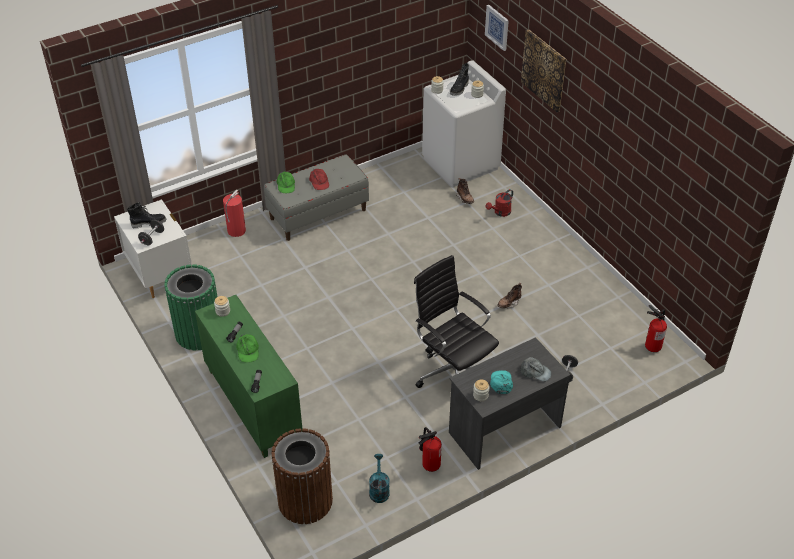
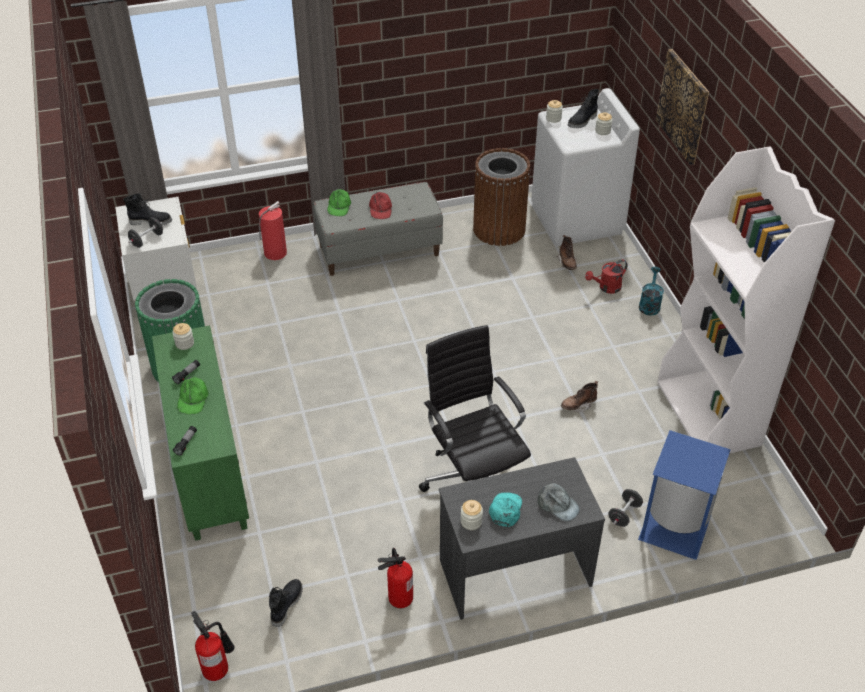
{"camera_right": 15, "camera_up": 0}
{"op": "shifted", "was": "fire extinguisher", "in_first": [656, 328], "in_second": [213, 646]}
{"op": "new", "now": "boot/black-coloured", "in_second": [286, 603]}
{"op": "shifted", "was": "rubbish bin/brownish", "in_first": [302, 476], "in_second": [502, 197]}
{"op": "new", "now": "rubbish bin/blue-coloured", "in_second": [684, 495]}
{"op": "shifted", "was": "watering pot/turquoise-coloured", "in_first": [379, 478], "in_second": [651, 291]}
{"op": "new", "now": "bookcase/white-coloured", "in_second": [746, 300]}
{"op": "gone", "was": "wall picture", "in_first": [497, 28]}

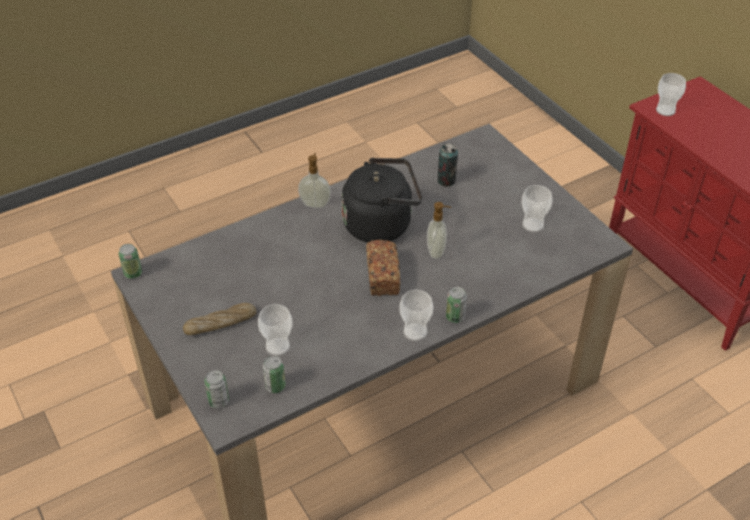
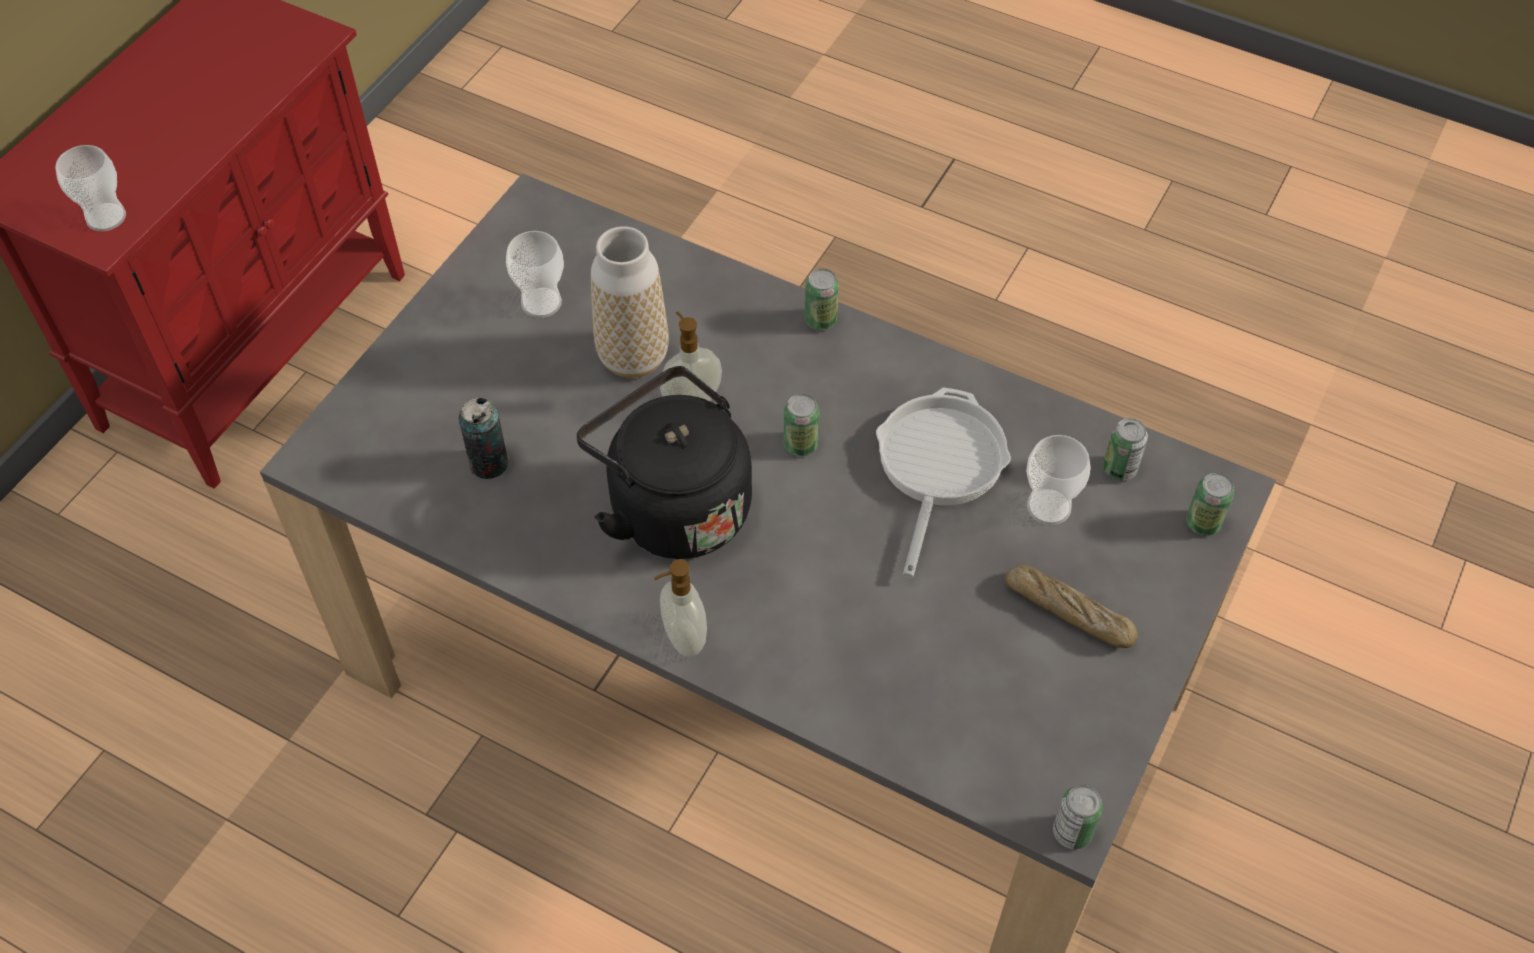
{"camera_right": -120, "camera_up": 10}
{"op": "new", "now": "vase", "in_second": [630, 302]}
{"op": "swapped", "was": "bread", "now": "sealed can", "in_first": [383, 268], "in_second": [801, 425]}
{"op": "new", "now": "pan", "in_second": [943, 482]}
{"op": "gone", "was": "cup", "in_first": [416, 315]}

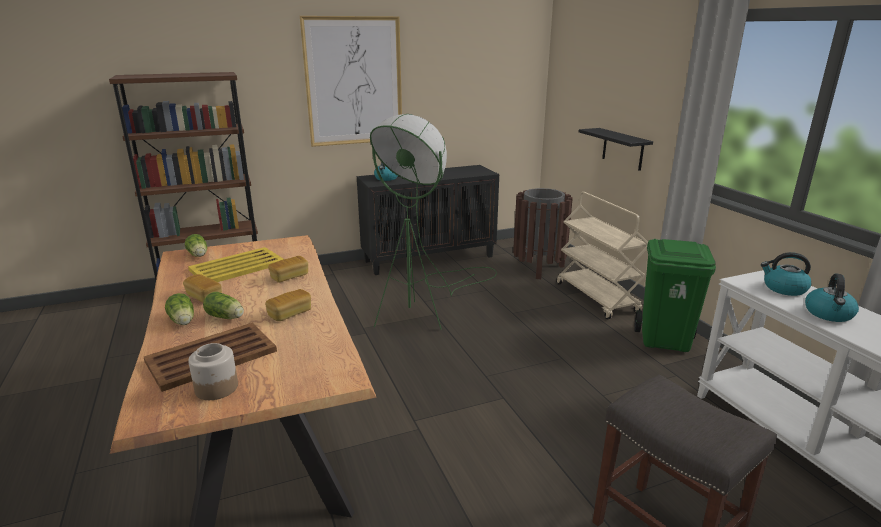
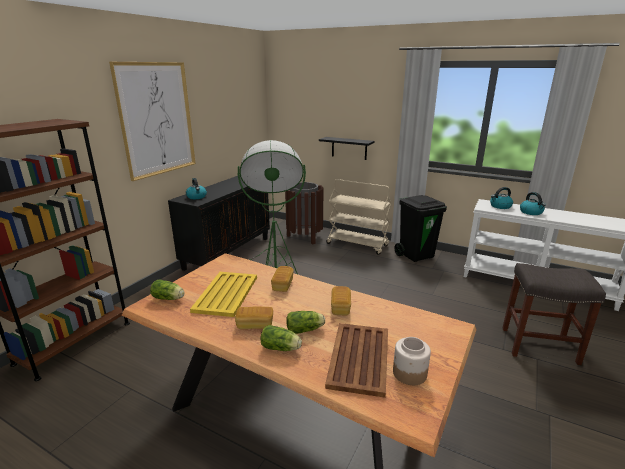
{"camera_right": -40, "camera_up": 0}
{"op": "repainted", "was": "rubbish bin/green-coloured", "now": "rubbish bin/black-coloured", "in_first": [675, 295], "in_second": [420, 228]}

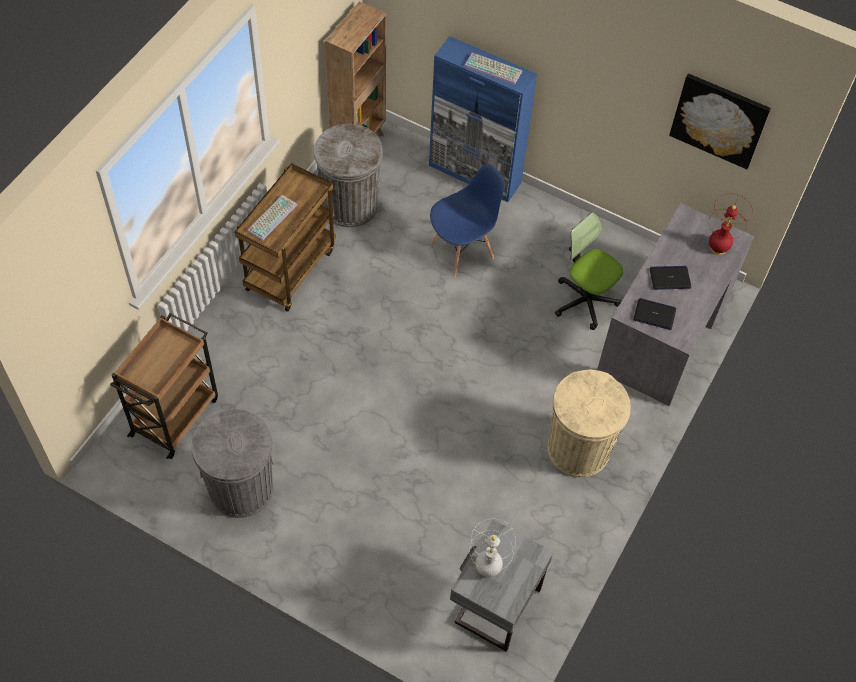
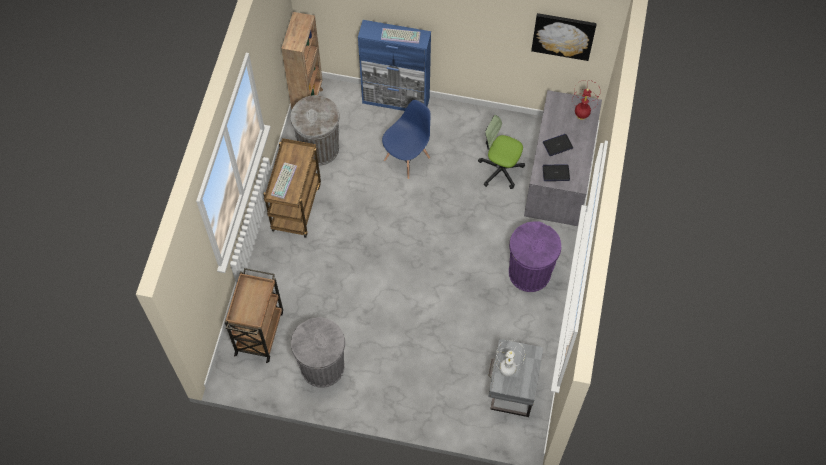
{"camera_right": -15, "camera_up": 5}
{"op": "repainted", "was": "rubbish bin/sand-coloured", "now": "rubbish bin/purple", "in_first": [589, 423], "in_second": [535, 256]}

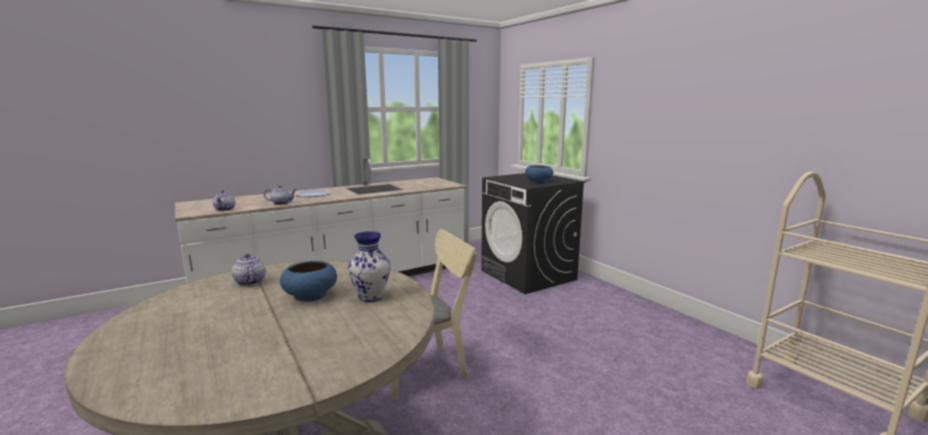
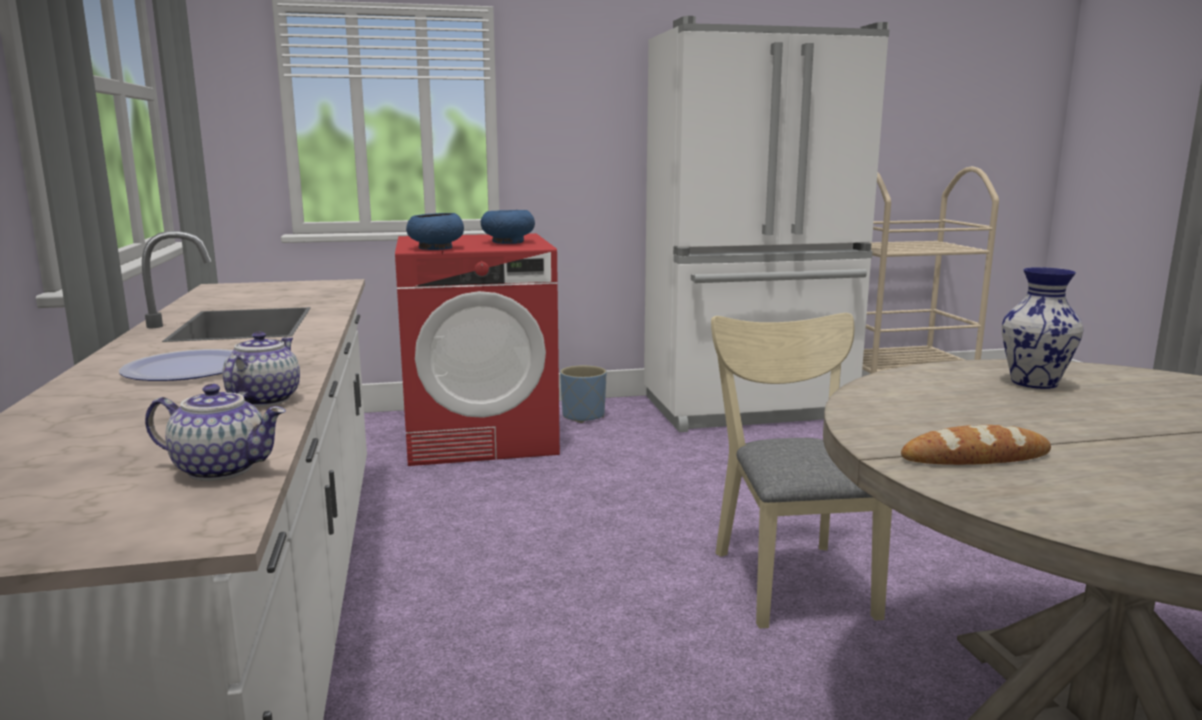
{"camera_right": -70, "camera_up": 0}
{"op": "repainted", "was": "washing machine/black-coloured", "now": "washing machine/red", "in_first": [533, 233], "in_second": [477, 349]}
{"op": "shifted", "was": "bowl/blue-coloured", "in_first": [308, 281], "in_second": [435, 231]}
{"op": "new", "now": "plant pot/blue-coloured", "in_second": [583, 394]}
{"op": "new", "now": "fridge/white-coloured", "in_second": [767, 224]}
{"op": "swapped", "was": "pot for tea", "now": "bread", "in_first": [249, 270], "in_second": [976, 445]}

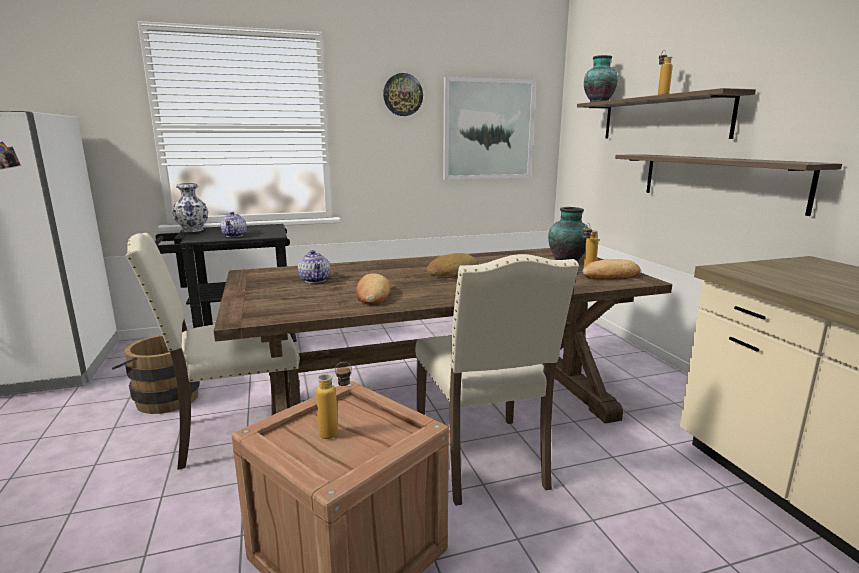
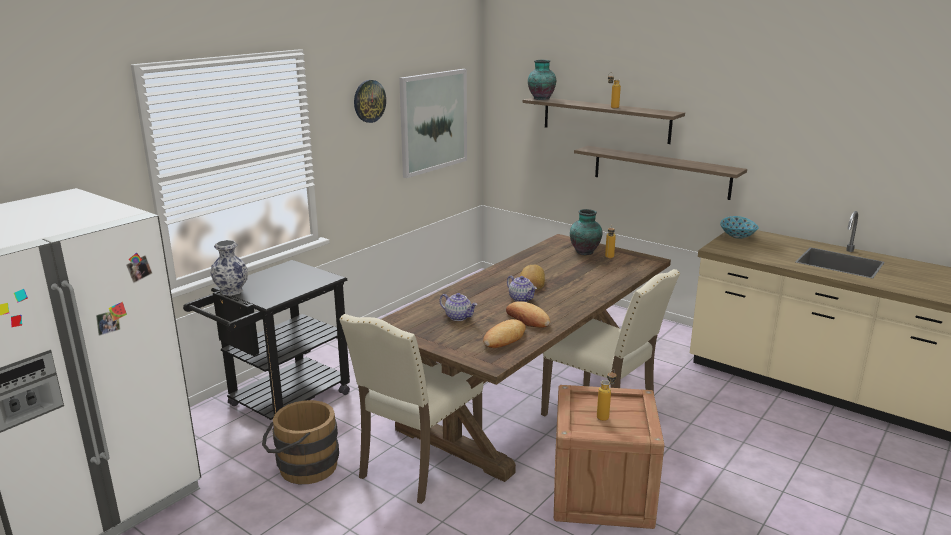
{"camera_right": -35, "camera_up": 5}
{"op": "shifted", "was": "bread", "in_first": [611, 269], "in_second": [504, 333]}
{"op": "shifted", "was": "pot for tea", "in_first": [234, 224], "in_second": [522, 289]}
{"op": "new", "now": "bowl", "in_second": [739, 227]}

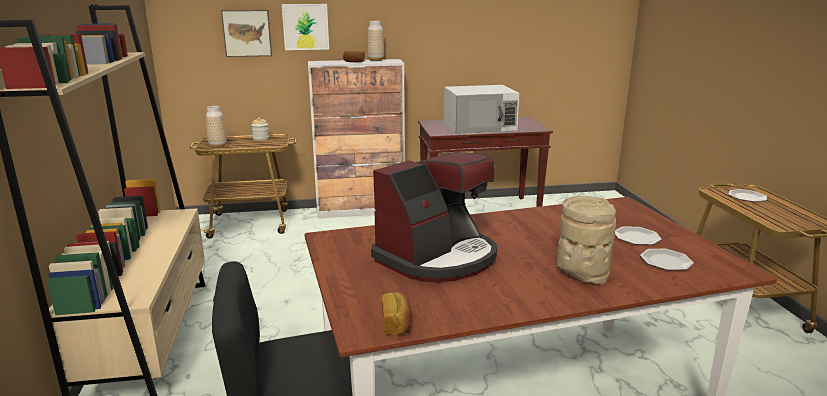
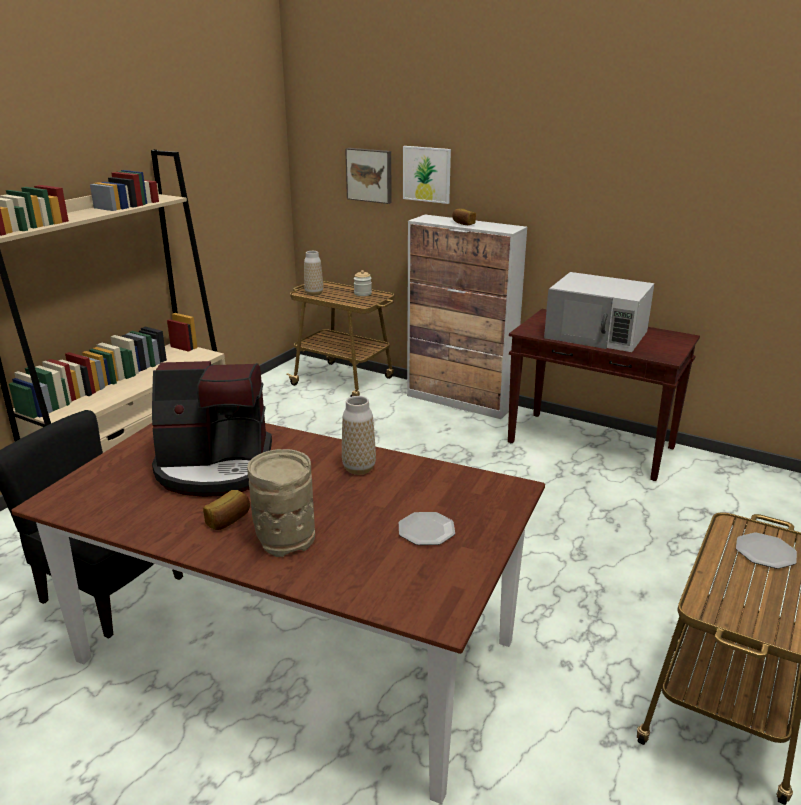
{"camera_right": 40, "camera_up": 5}
{"op": "shifted", "was": "bread", "in_first": [397, 314], "in_second": [226, 510]}
{"op": "shifted", "was": "vase", "in_first": [375, 41], "in_second": [359, 435]}
{"op": "gone", "was": "plate", "in_first": [667, 259]}

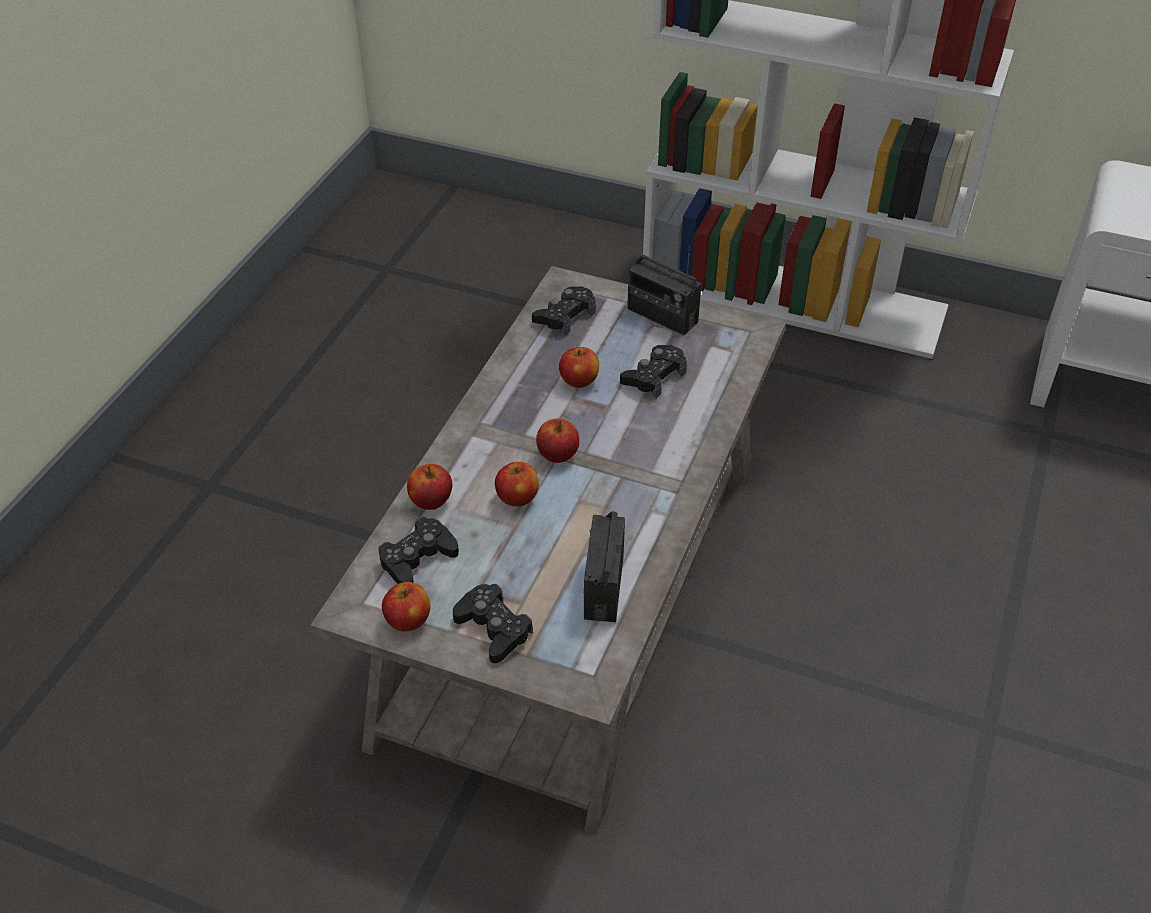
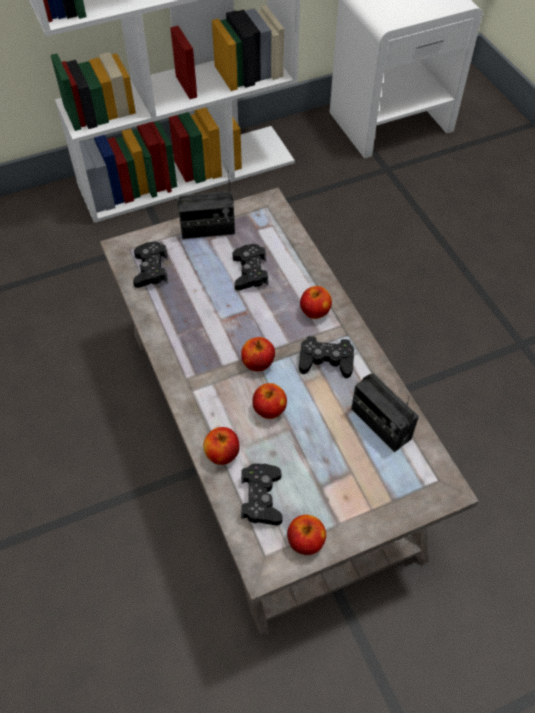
{"camera_right": -45, "camera_up": 10}
{"op": "shifted", "was": "gamepad/black-coloured", "in_first": [493, 623], "in_second": [326, 357]}
{"op": "shifted", "was": "apple", "in_first": [579, 367], "in_second": [316, 302]}

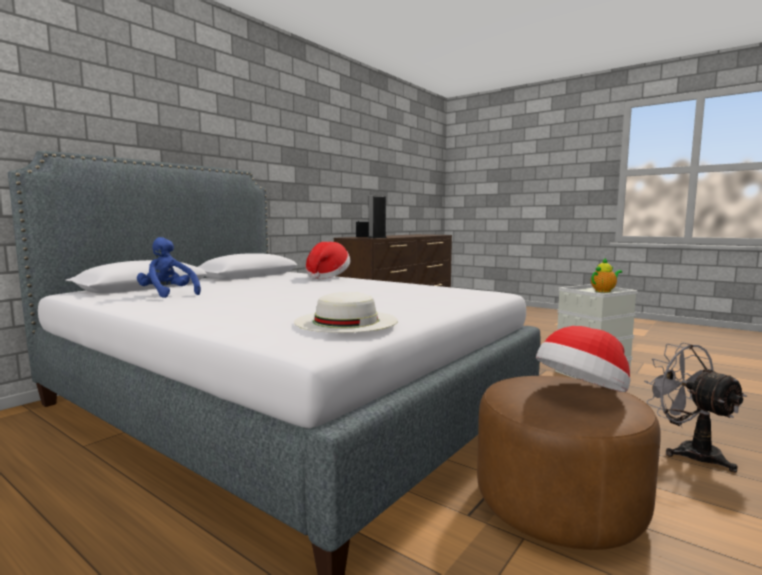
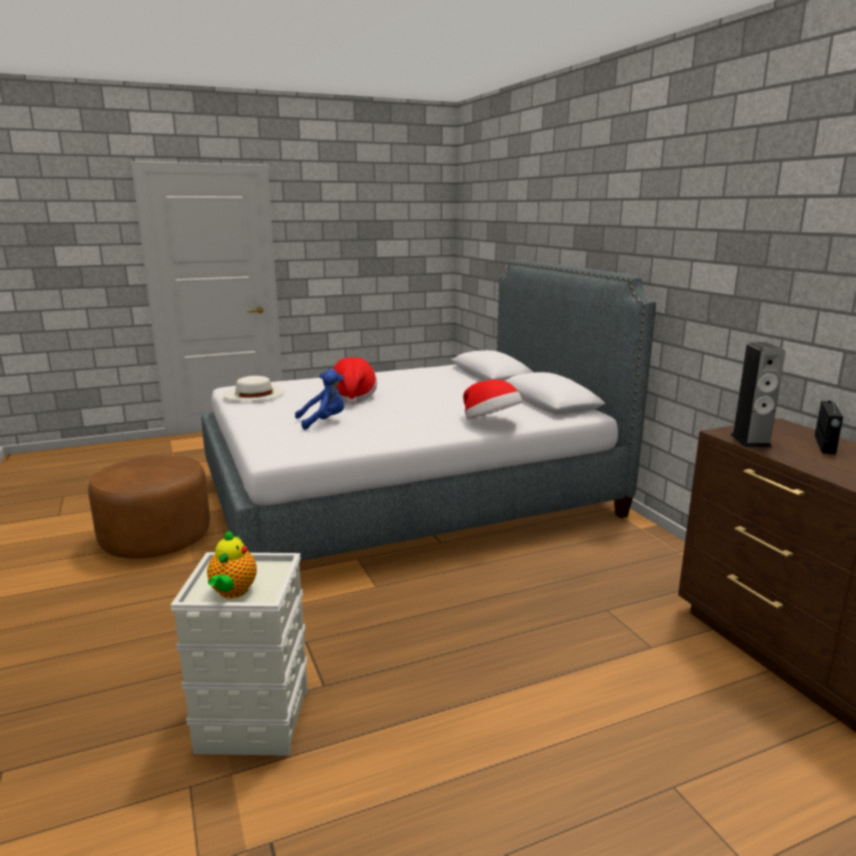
{"camera_right": 120, "camera_up": 10}
{"op": "shifted", "was": "plush toy/blue-coloured", "in_first": [169, 267], "in_second": [320, 399]}
{"op": "shifted", "was": "clothing hat", "in_first": [583, 359], "in_second": [355, 381]}
{"op": "gone", "was": "cooling fan/greyish", "in_first": [695, 408]}

